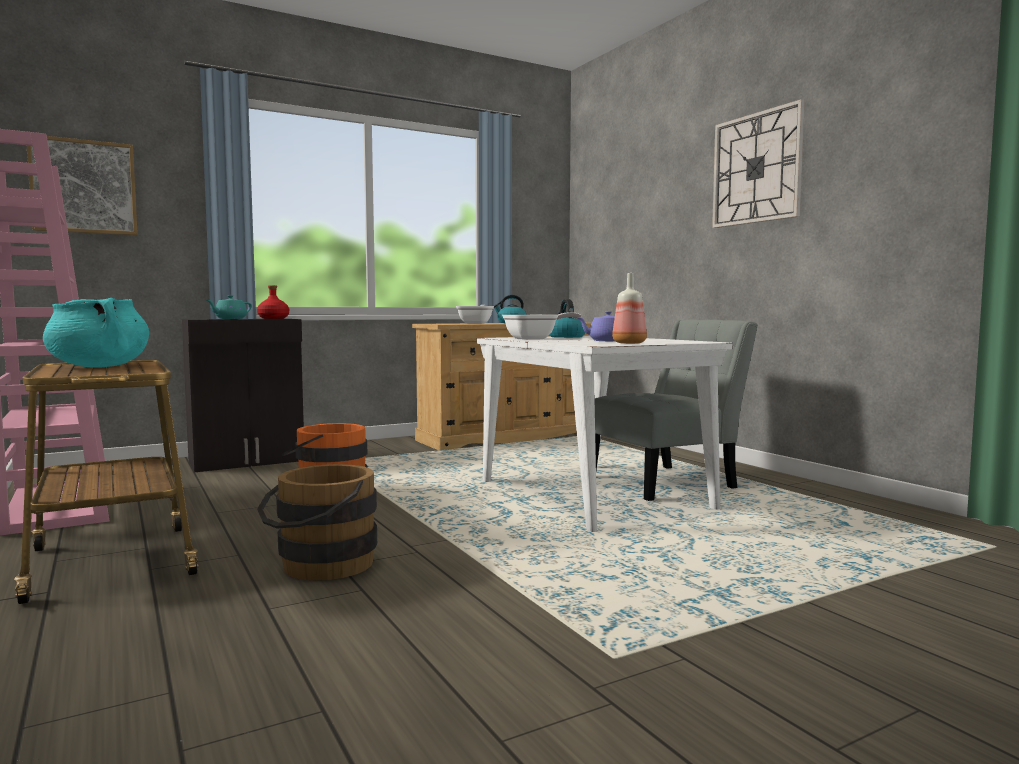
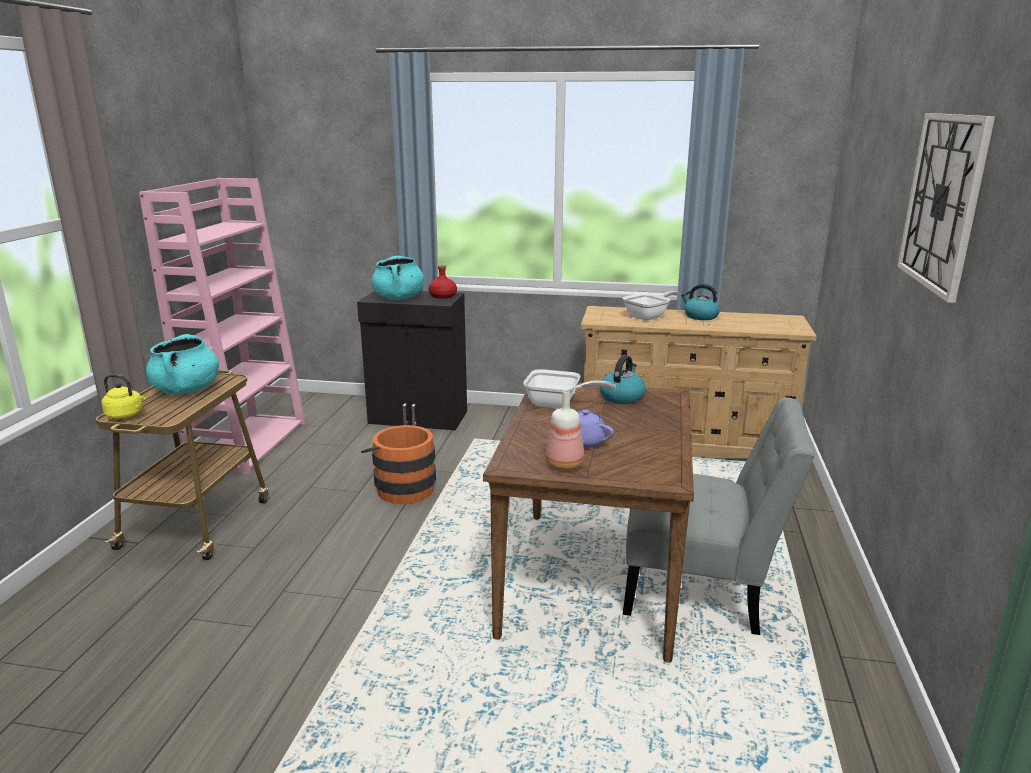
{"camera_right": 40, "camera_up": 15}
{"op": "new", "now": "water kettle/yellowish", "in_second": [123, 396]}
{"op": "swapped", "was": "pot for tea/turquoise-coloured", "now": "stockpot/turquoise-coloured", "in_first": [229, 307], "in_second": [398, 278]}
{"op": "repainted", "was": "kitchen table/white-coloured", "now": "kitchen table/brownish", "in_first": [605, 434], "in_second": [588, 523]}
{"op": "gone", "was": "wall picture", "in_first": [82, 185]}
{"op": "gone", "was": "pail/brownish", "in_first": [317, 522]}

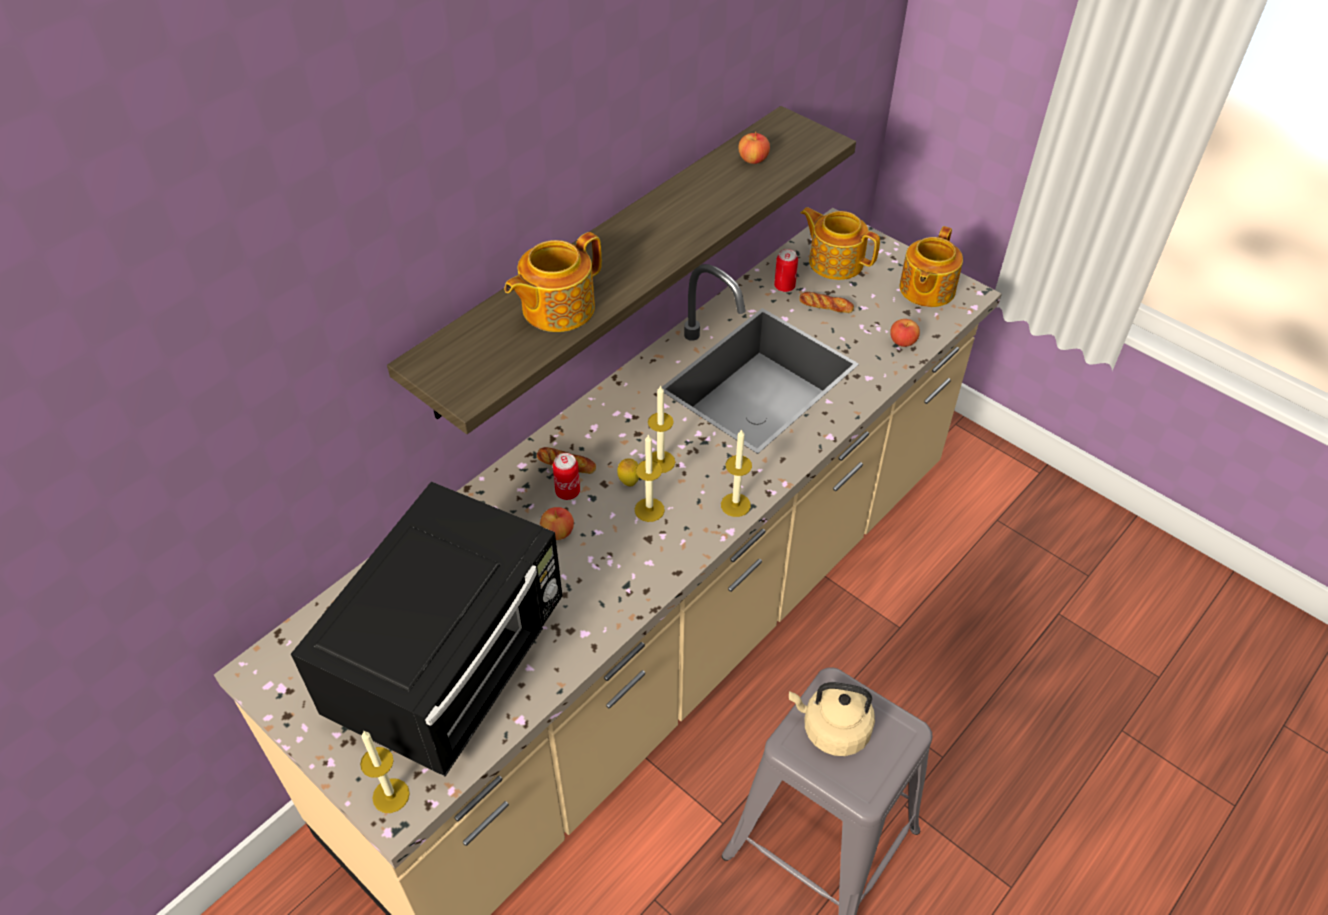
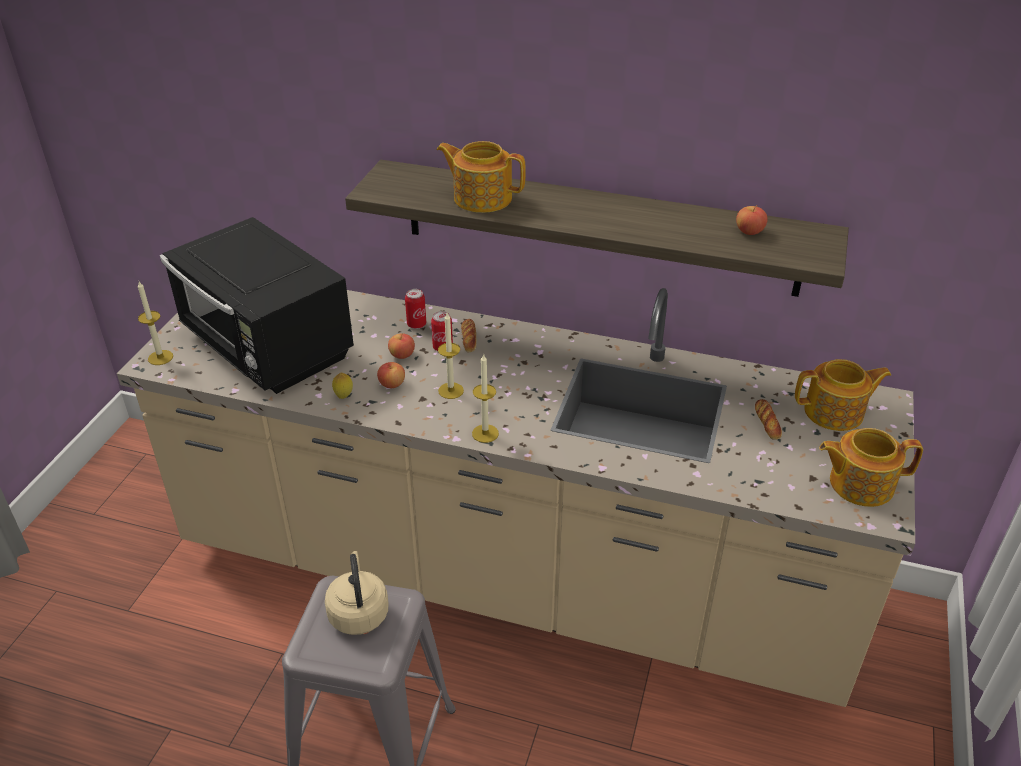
{"camera_right": 65, "camera_up": -10}
{"op": "rotated", "was": "microwave/black-coloured", "in_first": [426, 629], "in_second": [257, 305], "clockwise": 45}
{"op": "shifted", "was": "citrus fruit", "in_first": [628, 472], "in_second": [342, 385]}
{"op": "shifted", "was": "apple", "in_first": [905, 333], "in_second": [391, 375]}
{"op": "shifted", "was": "sealed can", "in_first": [786, 270], "in_second": [415, 309]}
{"op": "rotated", "was": "pot for tea", "in_first": [840, 243], "in_second": [843, 395], "clockwise": 75}
{"op": "gone", "was": "wax light", "in_first": [661, 429]}

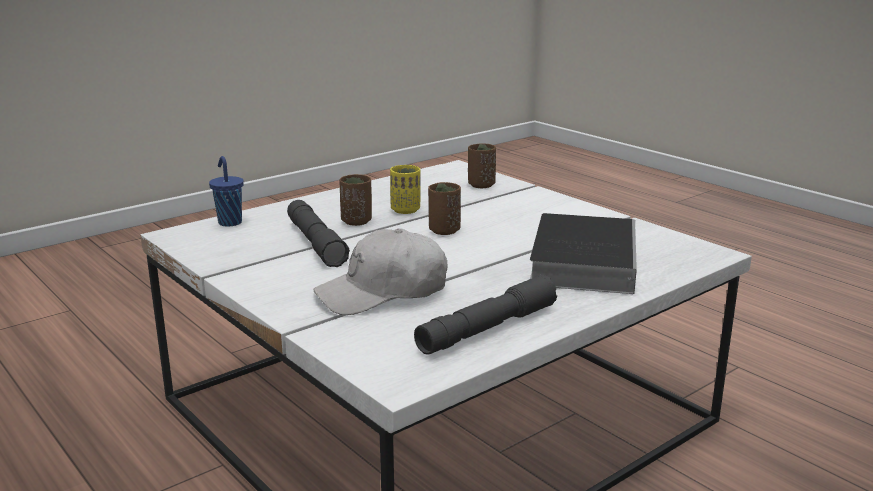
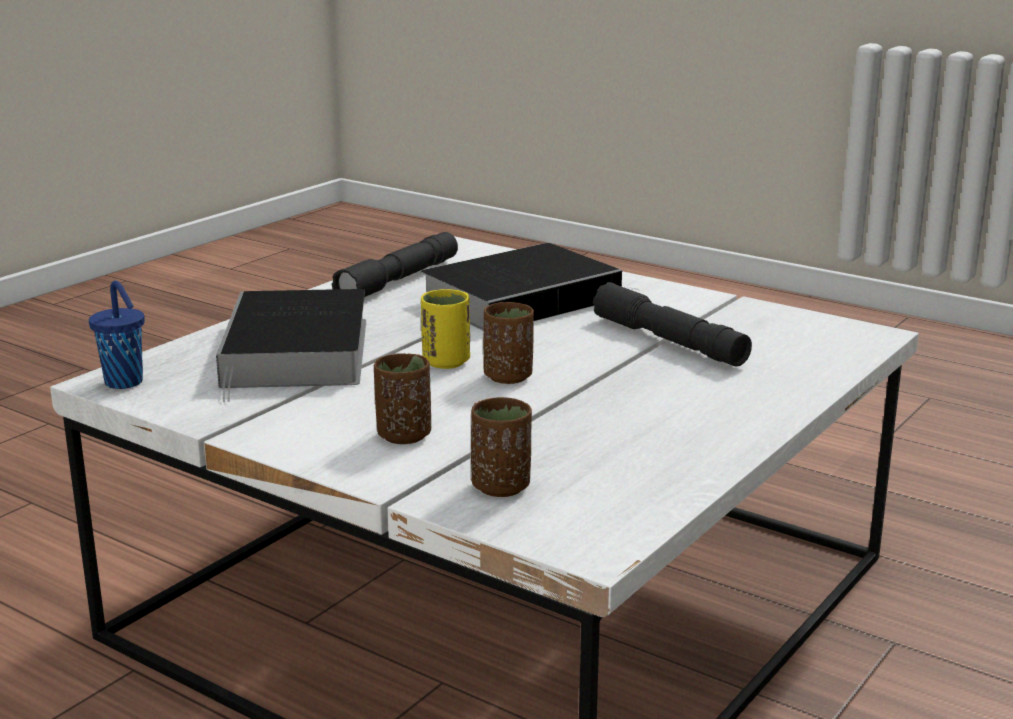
{"camera_right": 165, "camera_up": 0}
{"op": "shifted", "was": "cup/blue-coloured", "in_first": [226, 191], "in_second": [117, 335]}
{"op": "shifted", "was": "cup/brownish", "in_first": [355, 200], "in_second": [402, 398]}
{"op": "swapped", "was": "peaked cap/white-coloured", "now": "bound book", "in_first": [380, 271], "in_second": [529, 287]}
{"op": "shifted", "was": "cup/yellowish", "in_first": [405, 189], "in_second": [445, 329]}

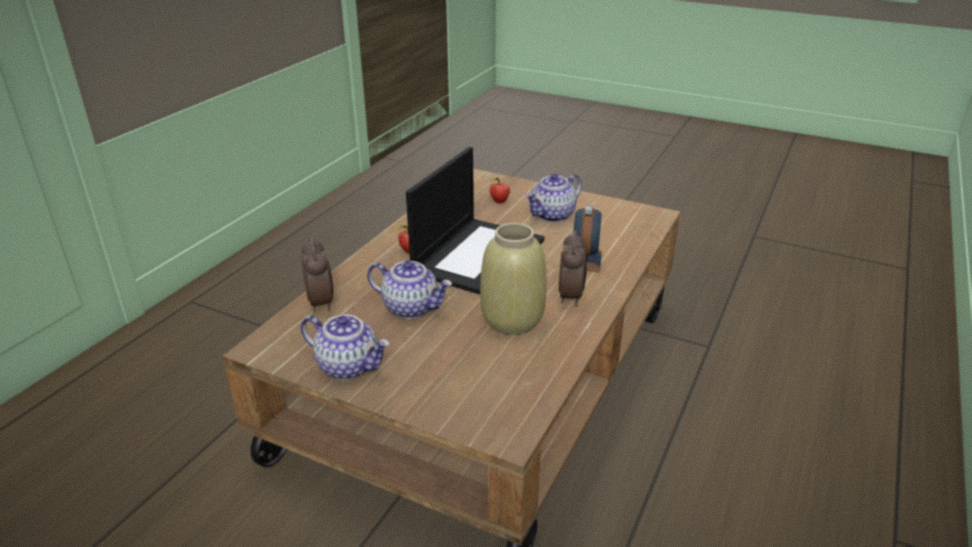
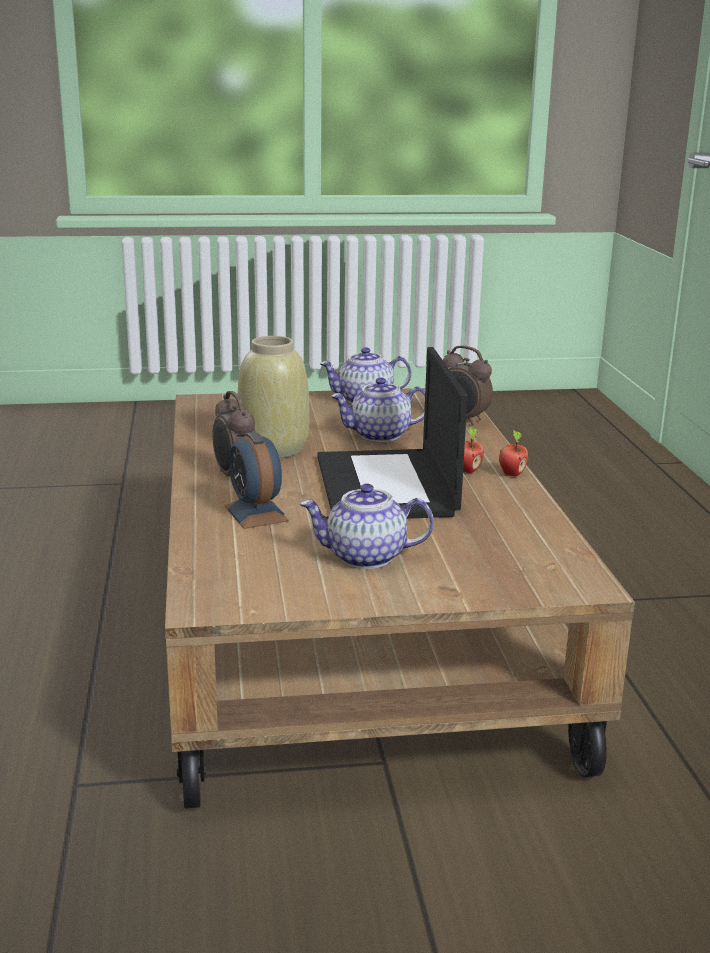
{"camera_right": 145, "camera_up": -10}
{"op": "rotated", "was": "pot for tea", "in_first": [553, 198], "in_second": [367, 526], "clockwise": -105}
{"op": "shifted", "was": "apple", "in_first": [500, 191], "in_second": [514, 453]}

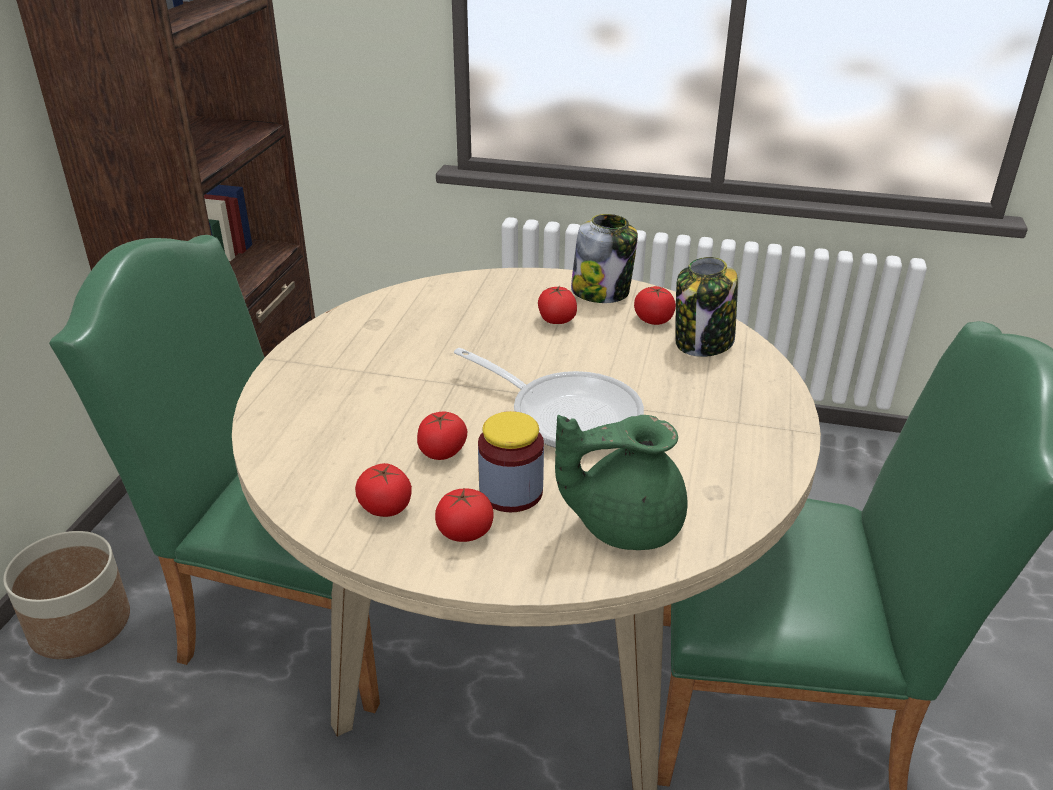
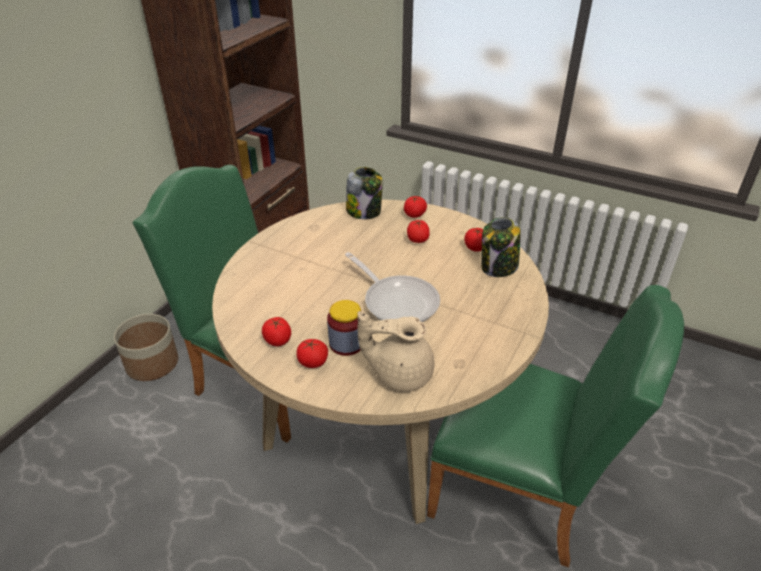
{"camera_right": 15, "camera_up": 5}
{"op": "shifted", "was": "jar", "in_first": [604, 258], "in_second": [364, 193]}
{"op": "repainted", "was": "pot for tea/green-coloured", "now": "pot for tea/sand-coloured", "in_first": [621, 482], "in_second": [395, 351]}
{"op": "shifted", "was": "fresh tomato", "in_first": [442, 436], "in_second": [415, 207]}

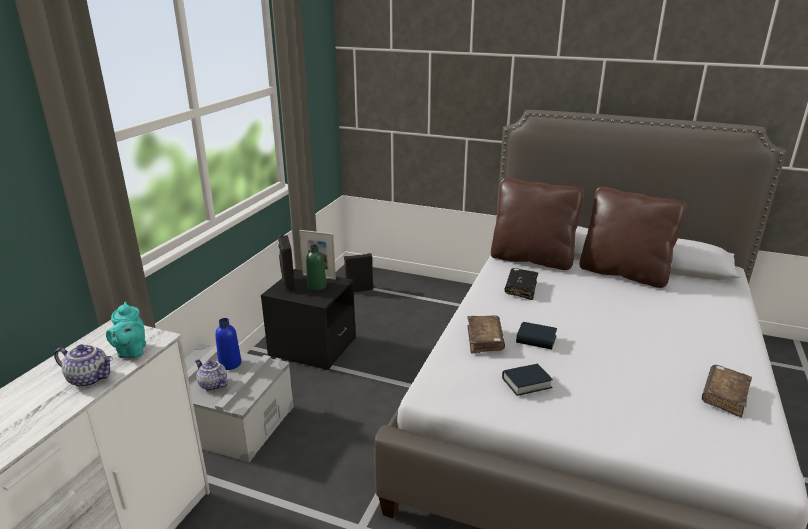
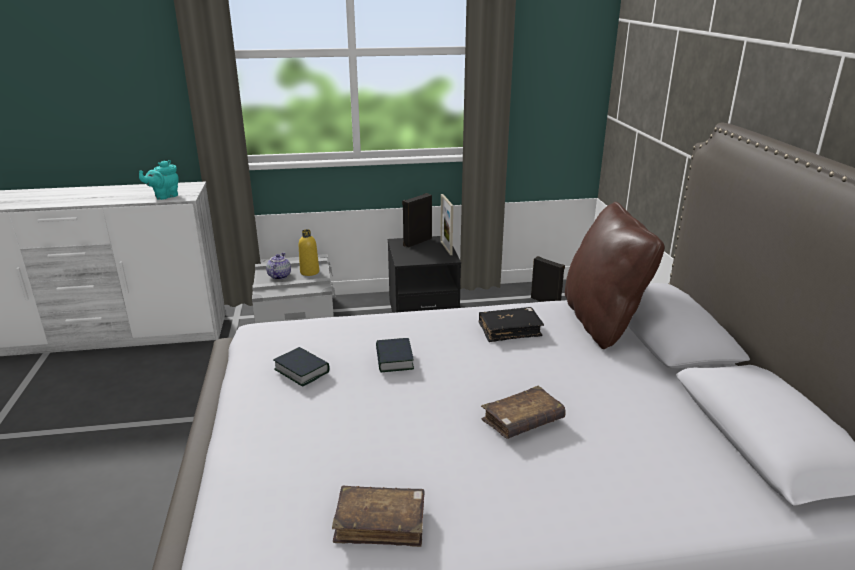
{"camera_right": 60, "camera_up": 0}
{"op": "repainted", "was": "drink bottle/blue-coloured", "now": "drink bottle/yellowish", "in_first": [228, 344], "in_second": [309, 252]}
{"op": "shifted", "was": "bound book/brownish", "in_first": [486, 334], "in_second": [523, 412]}
{"op": "gone", "was": "pot for tea", "in_first": [83, 365]}
{"op": "gone", "was": "drink bottle/green-coloured", "in_first": [316, 268]}
{"op": "gone", "was": "cushion/brownish", "in_first": [633, 237]}

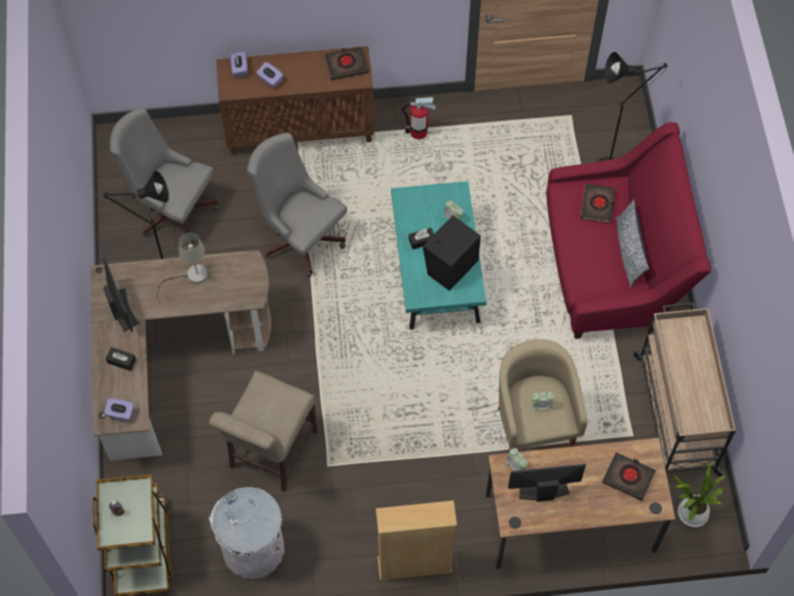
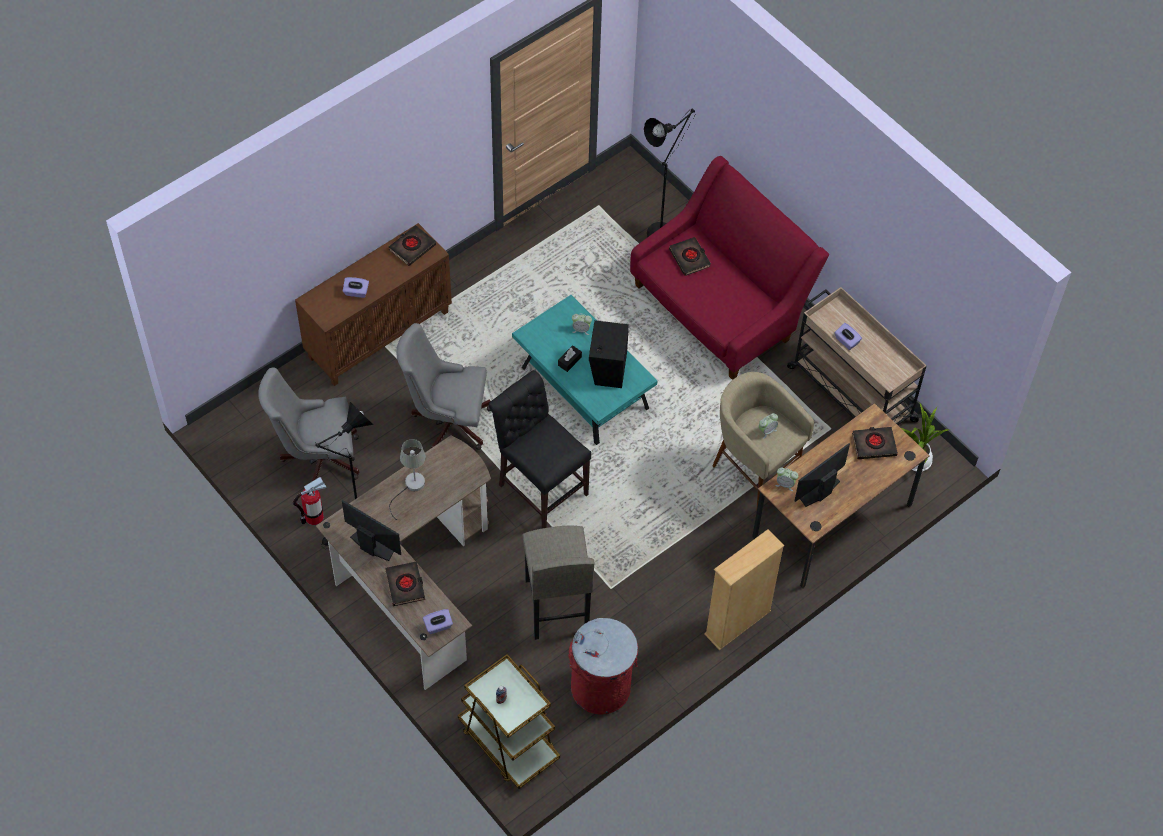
{"camera_right": -35, "camera_up": -5}
{"op": "shifted", "was": "fire extinguisher", "in_first": [419, 118], "in_second": [310, 501]}
{"op": "swapped", "was": "box of tissues/black-coloured", "now": "bound book/black-coloured", "in_first": [121, 359], "in_second": [405, 583]}
{"op": "new", "now": "upright chair/black-coloured", "in_second": [540, 449]}
{"op": "swapped", "was": "upright chair/sand-coloured", "now": "stool/greyish", "in_first": [263, 431], "in_second": [558, 583]}
{"op": "repainted", "was": "rubbish bin/white-coloured", "now": "rubbish bin/red", "in_first": [246, 533], "in_second": [603, 666]}
{"op": "shifted", "was": "box of tissues/purple", "in_first": [239, 64], "in_second": [848, 336]}
{"op": "gone", "was": "cushion", "in_first": [632, 244]}

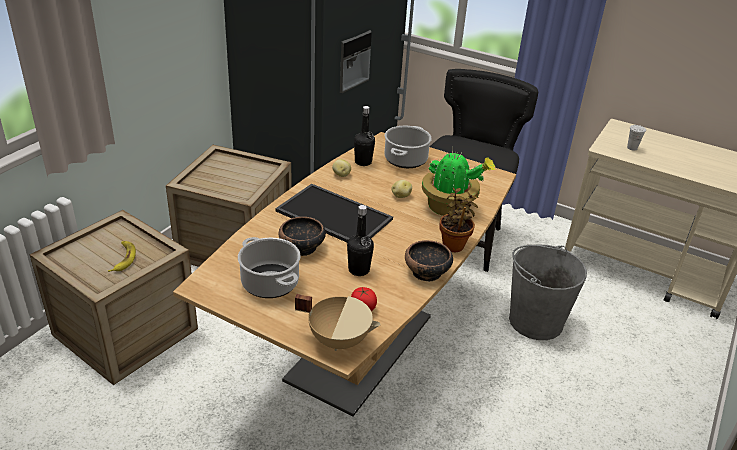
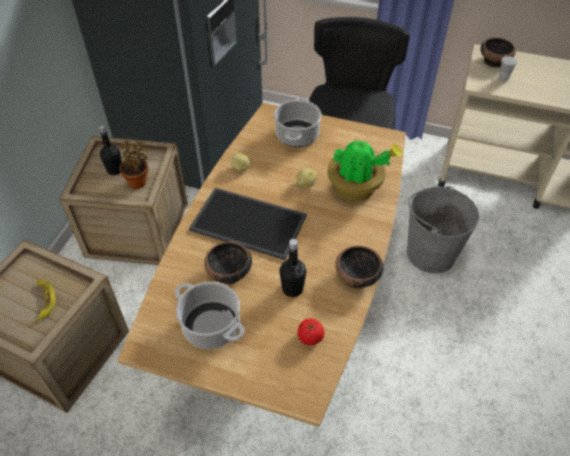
{"camera_right": -10, "camera_up": 15}
{"op": "shifted", "was": "drink bottle/black-coloured", "in_first": [364, 136], "in_second": [110, 150]}
{"op": "shifted", "was": "houseplant", "in_first": [459, 220], "in_second": [134, 163]}
{"op": "new", "now": "bowl", "in_second": [498, 52]}
{"op": "gone", "was": "stockpot/sand-coloured", "in_first": [338, 322]}

